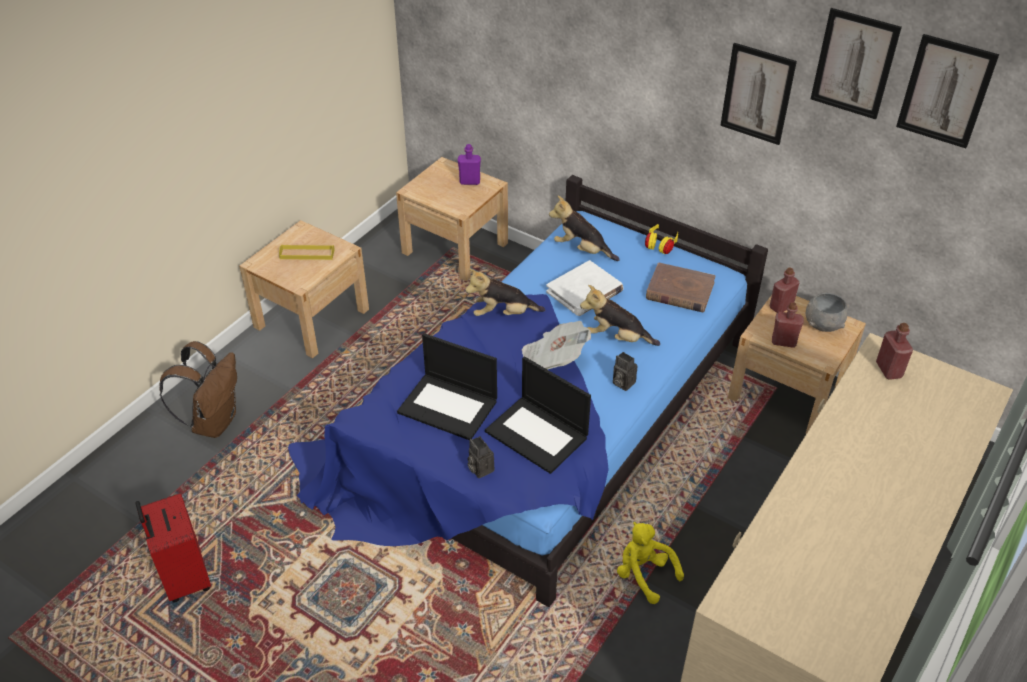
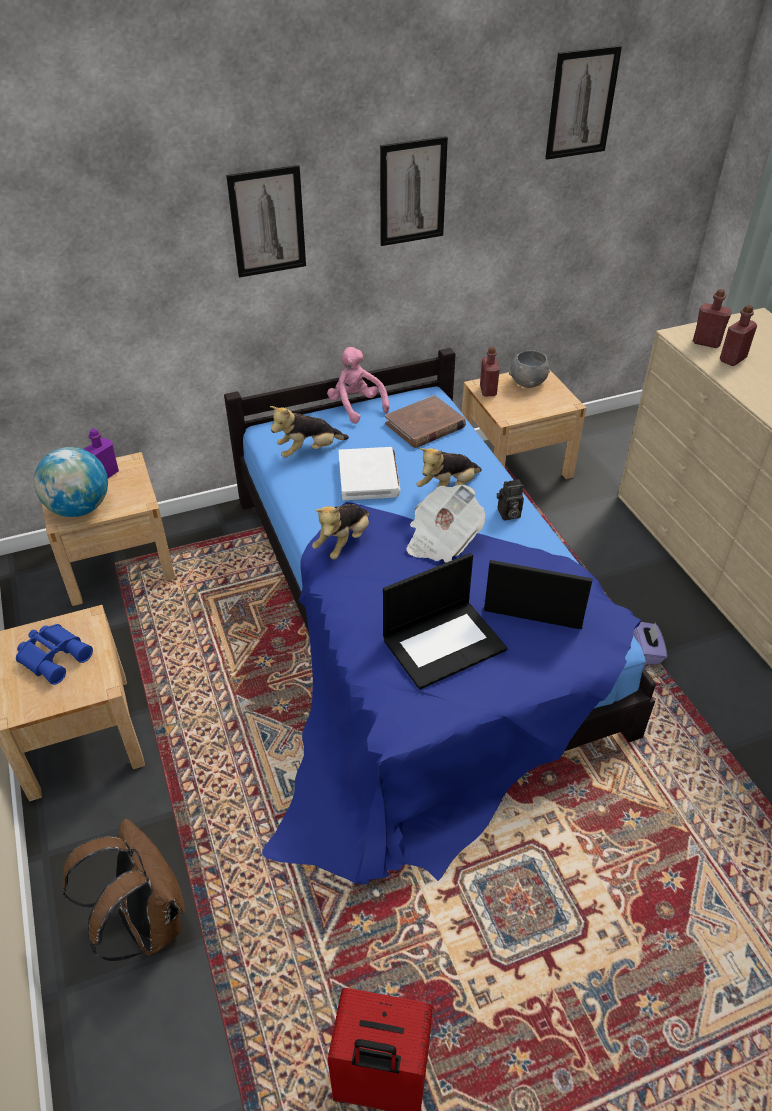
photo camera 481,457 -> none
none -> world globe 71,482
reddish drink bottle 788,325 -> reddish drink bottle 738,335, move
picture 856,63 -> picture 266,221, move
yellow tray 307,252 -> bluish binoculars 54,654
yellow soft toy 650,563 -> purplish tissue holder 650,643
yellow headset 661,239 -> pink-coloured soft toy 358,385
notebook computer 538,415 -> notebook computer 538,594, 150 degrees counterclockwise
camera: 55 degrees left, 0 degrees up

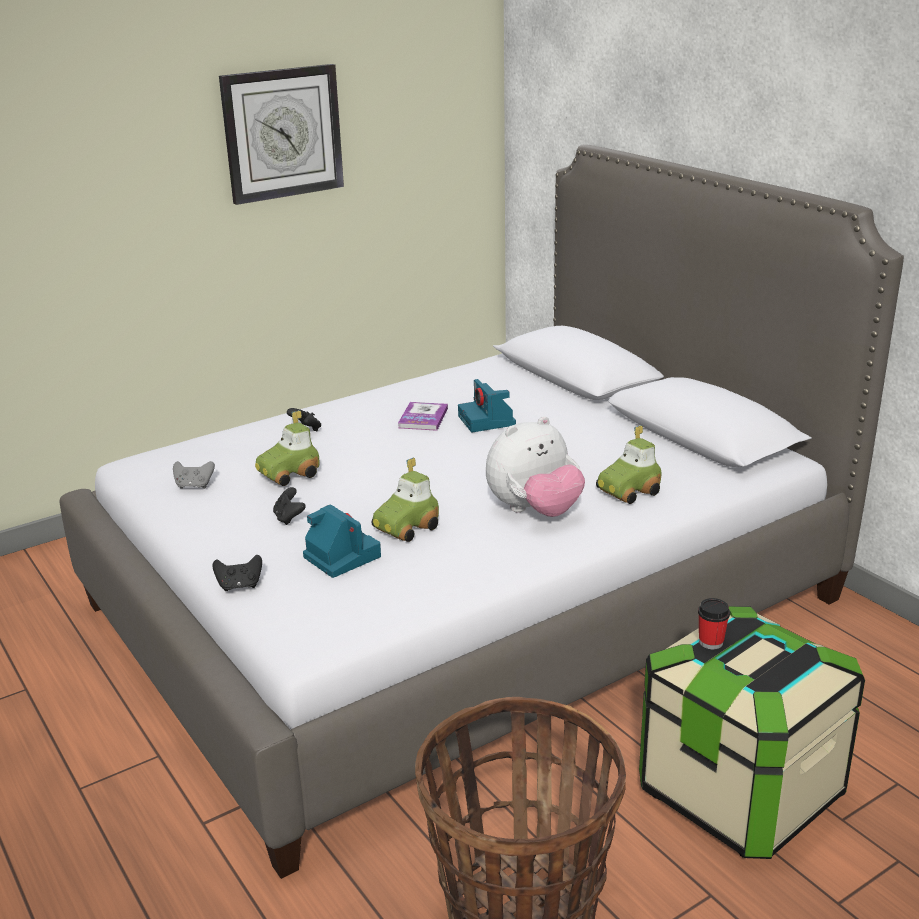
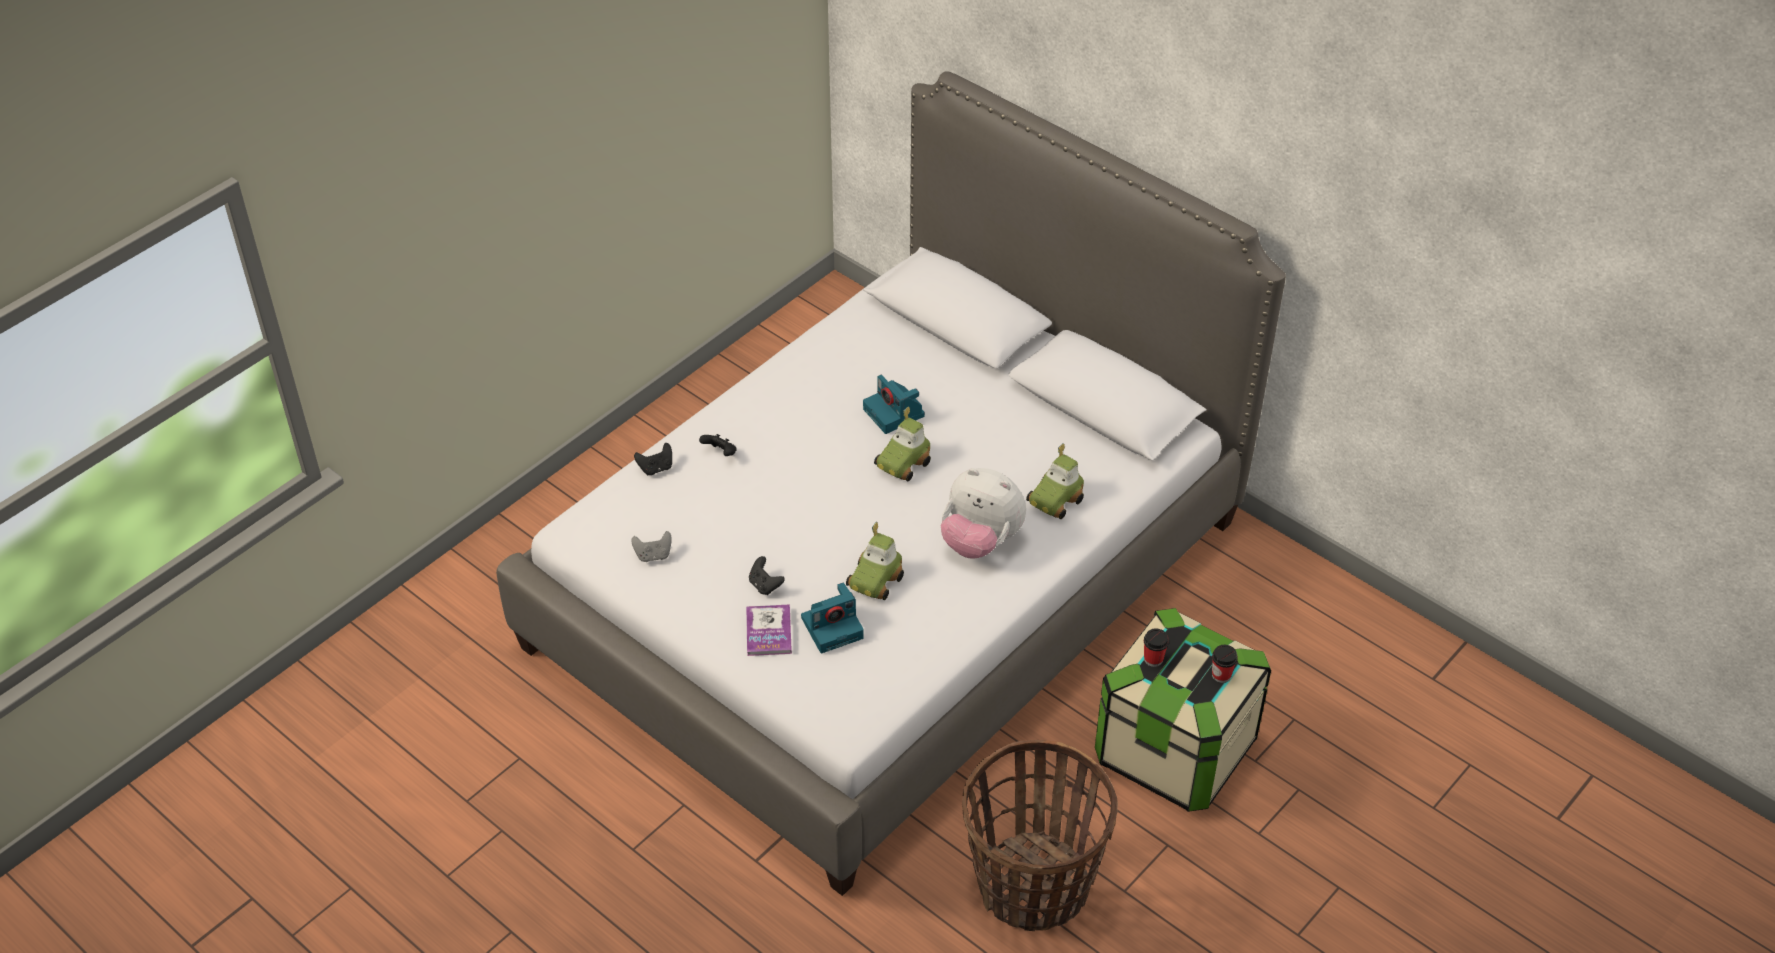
clock on the wall 281,134 -> none
none -> drinking cup 1225,664
blackish joypad 237,573 -> blackish joypad 653,459, move
miniature car 287,448 -> miniature car 902,444, move
volume 423,416 -> volume 769,630, move
photo camera 342,541 -> photo camera 832,618, 120 degrees clockwise
soft toy 535,466 -> soft toy 983,513, 75 degrees clockwise
camera: 15 degrees left, 20 degrees up

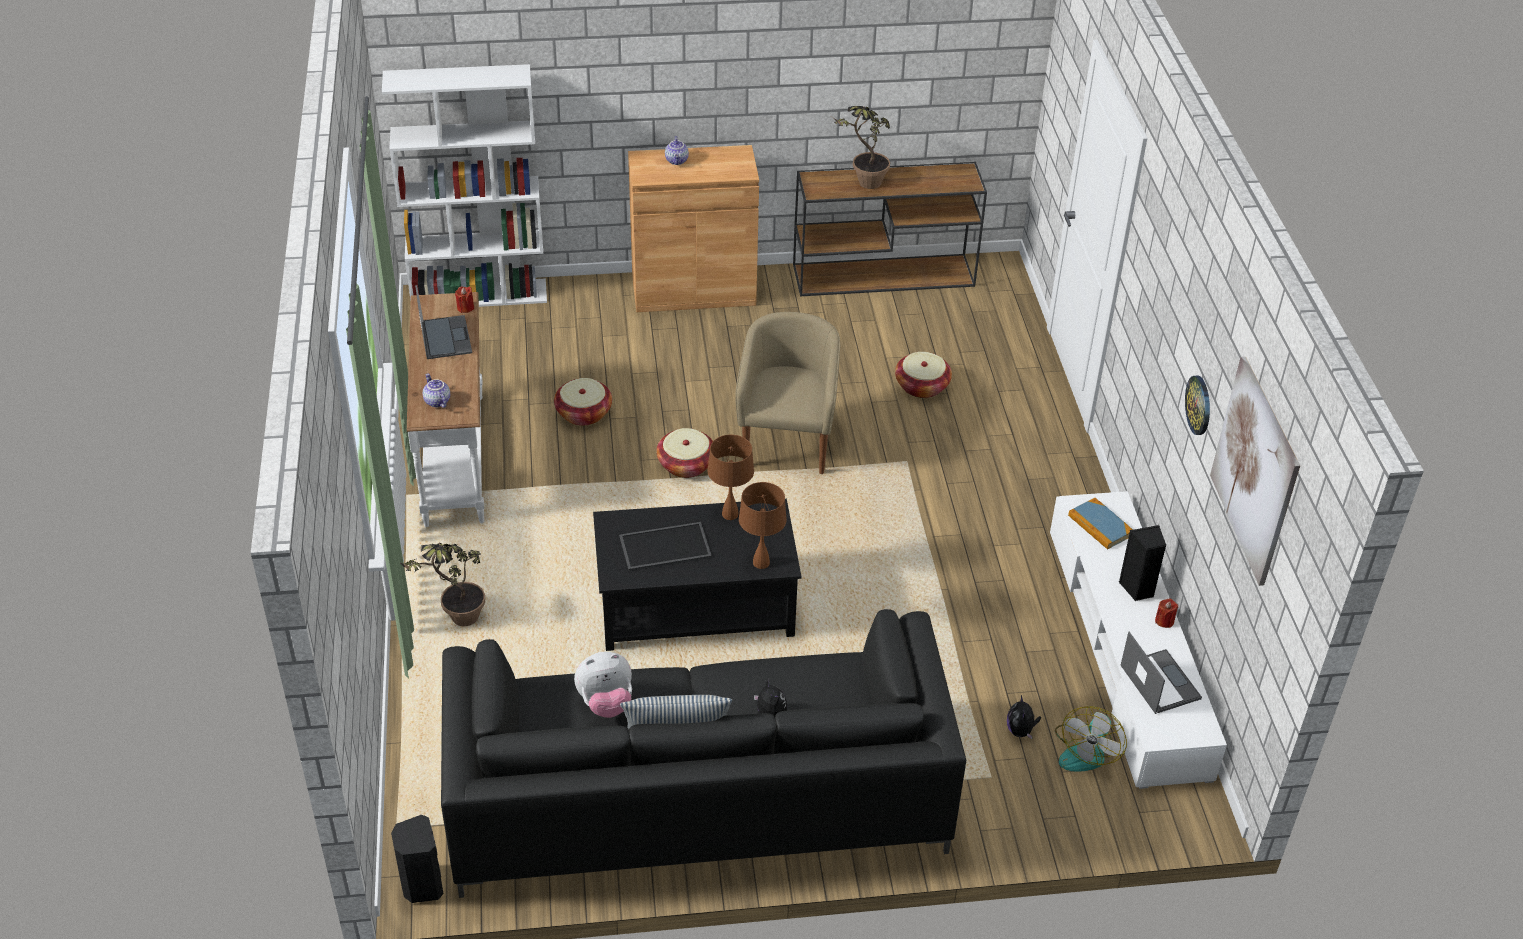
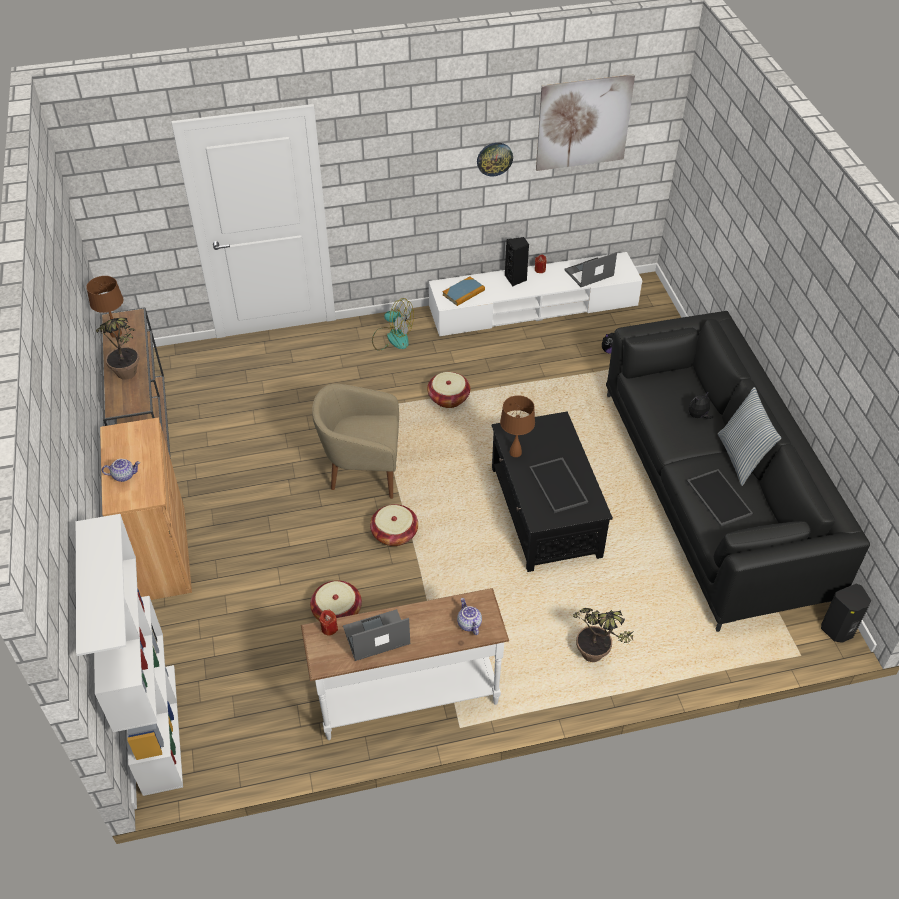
brownish lamp for a table 763,525 -> brownish lamp for a table 104,307, move
basket 923,375 -> basket 448,390, move
cooling fan 1091,739 -> cooling fan 393,324, move
soft toy 603,685 -> tray 720,498
tea pot 436,391 -> tea pot 469,616, 105 degrees clockwise
camera: 95 degrees left, 5 degrees up

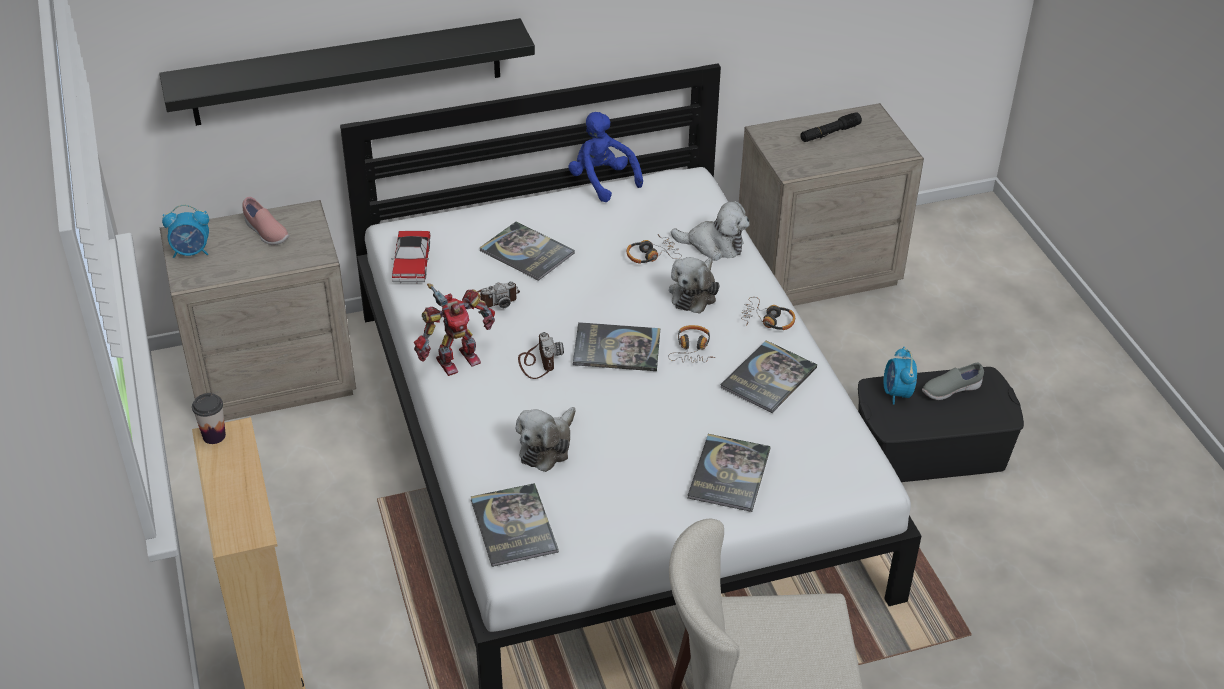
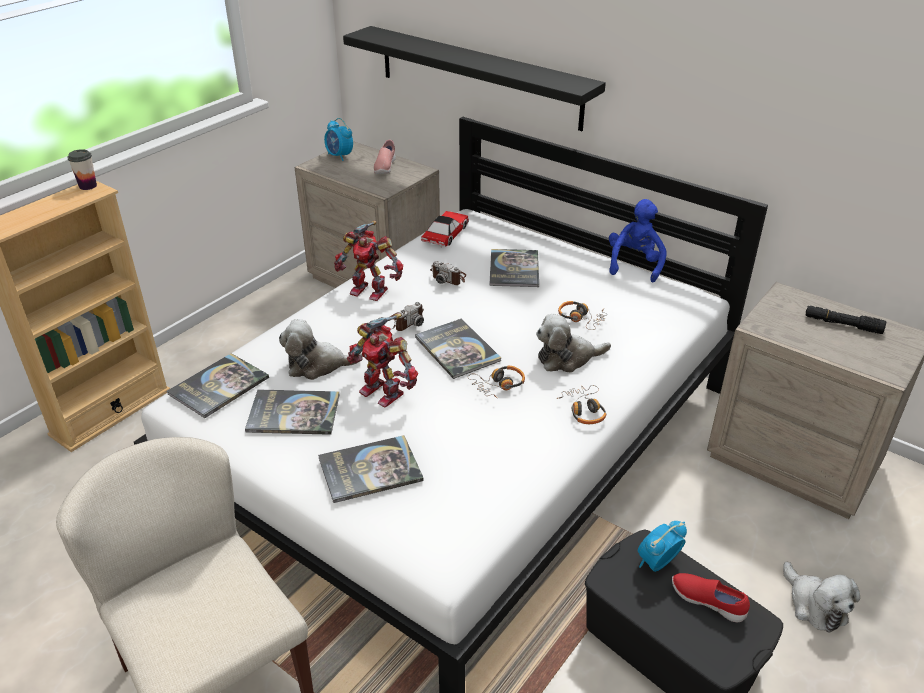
none -> robot figure 382,360
soft toy 710,231 -> soft toy 821,597, move
volume 768,376 -> volume 292,412, move
greyish low shoe 953,381 -> reddish low shoe 711,597
miniature car 410,257 -> miniature car 445,229, 150 degrees clockwise
camera: 55 degrees right, 5 degrees down

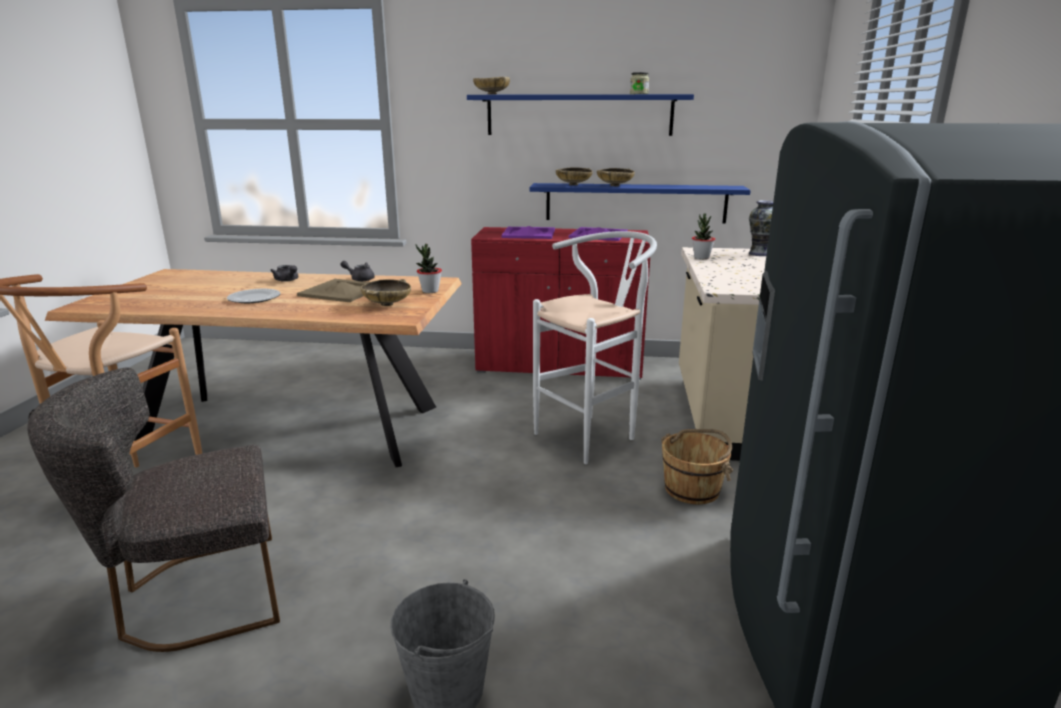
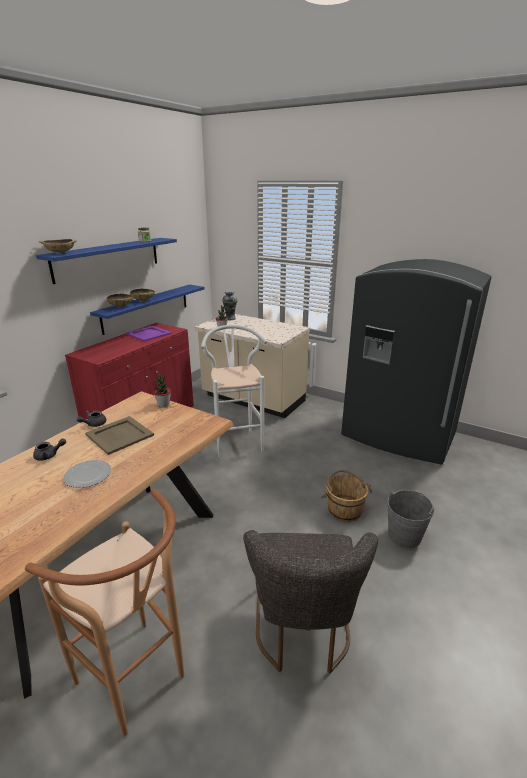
beige deep dish 385,292 -> none
purplish tray 528,232 -> none
brownish bucket 697,466 -> brownish bucket 346,496, move
camera: 65 degrees left, 5 degrees up

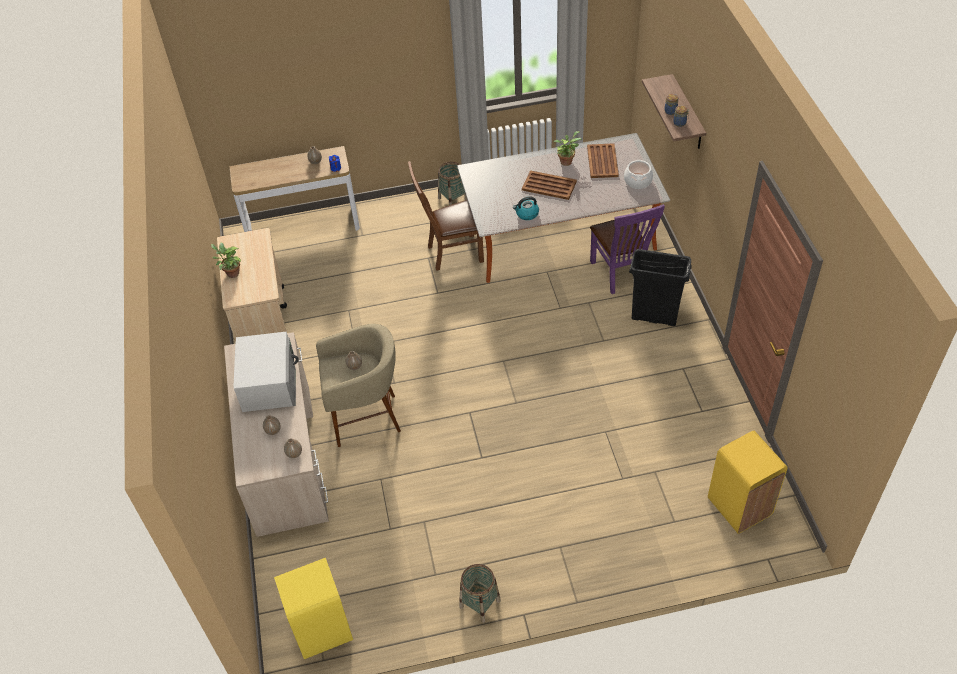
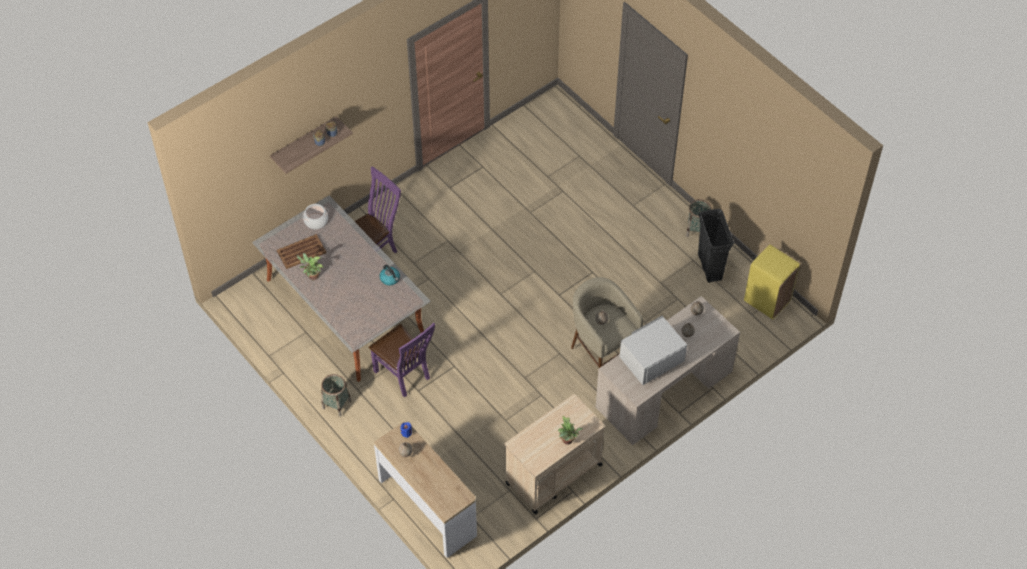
brownish tray 549,185 -> none
yellow waste bin 748,482 -> none
blackish waste bin 660,287 -> blackish waste bin 716,246, move
brownish plain chair 446,216 -> purplish plain chair 402,360
camera: 120 degrees left, 5 degrees up

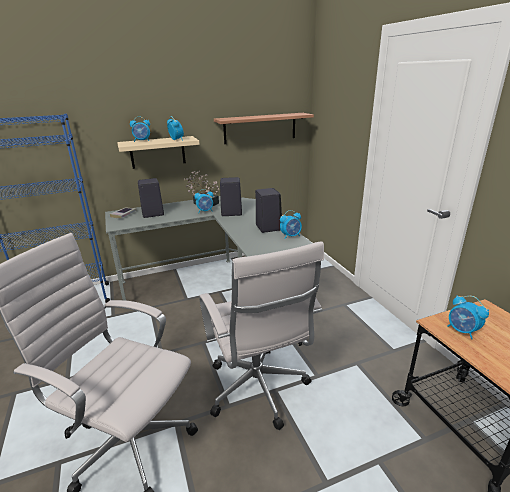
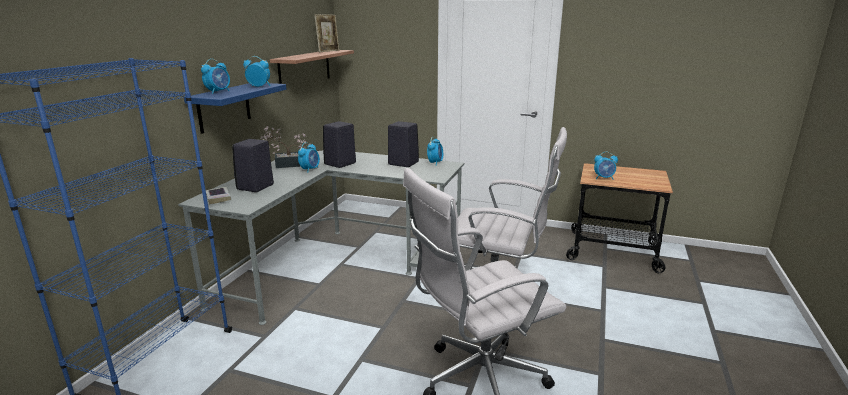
none -> standing frame 327,33
beige wall shelf 158,152 -> bluish wall shelf 235,108
camera: 50 degrees left, 5 degrees down

